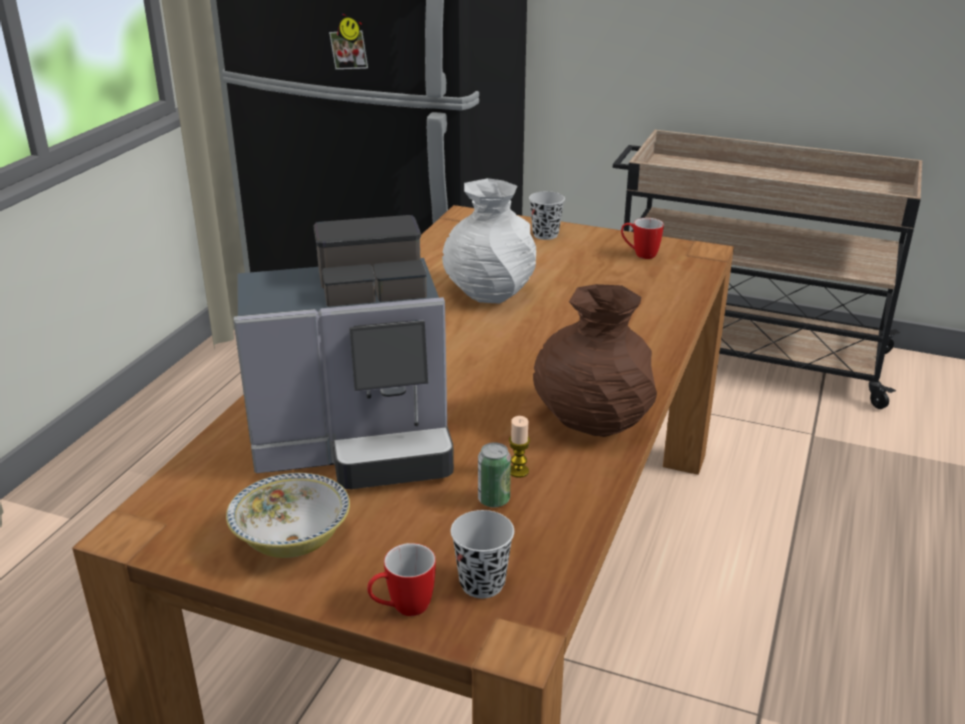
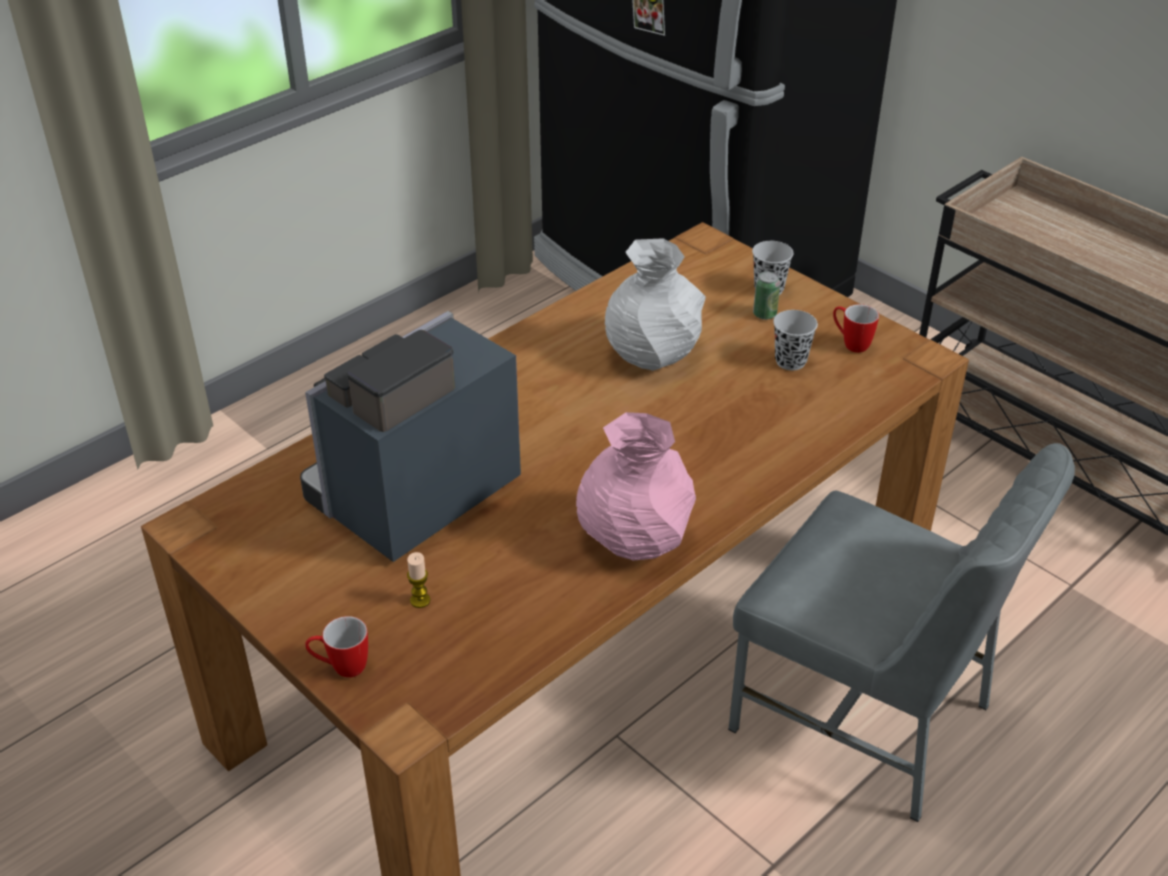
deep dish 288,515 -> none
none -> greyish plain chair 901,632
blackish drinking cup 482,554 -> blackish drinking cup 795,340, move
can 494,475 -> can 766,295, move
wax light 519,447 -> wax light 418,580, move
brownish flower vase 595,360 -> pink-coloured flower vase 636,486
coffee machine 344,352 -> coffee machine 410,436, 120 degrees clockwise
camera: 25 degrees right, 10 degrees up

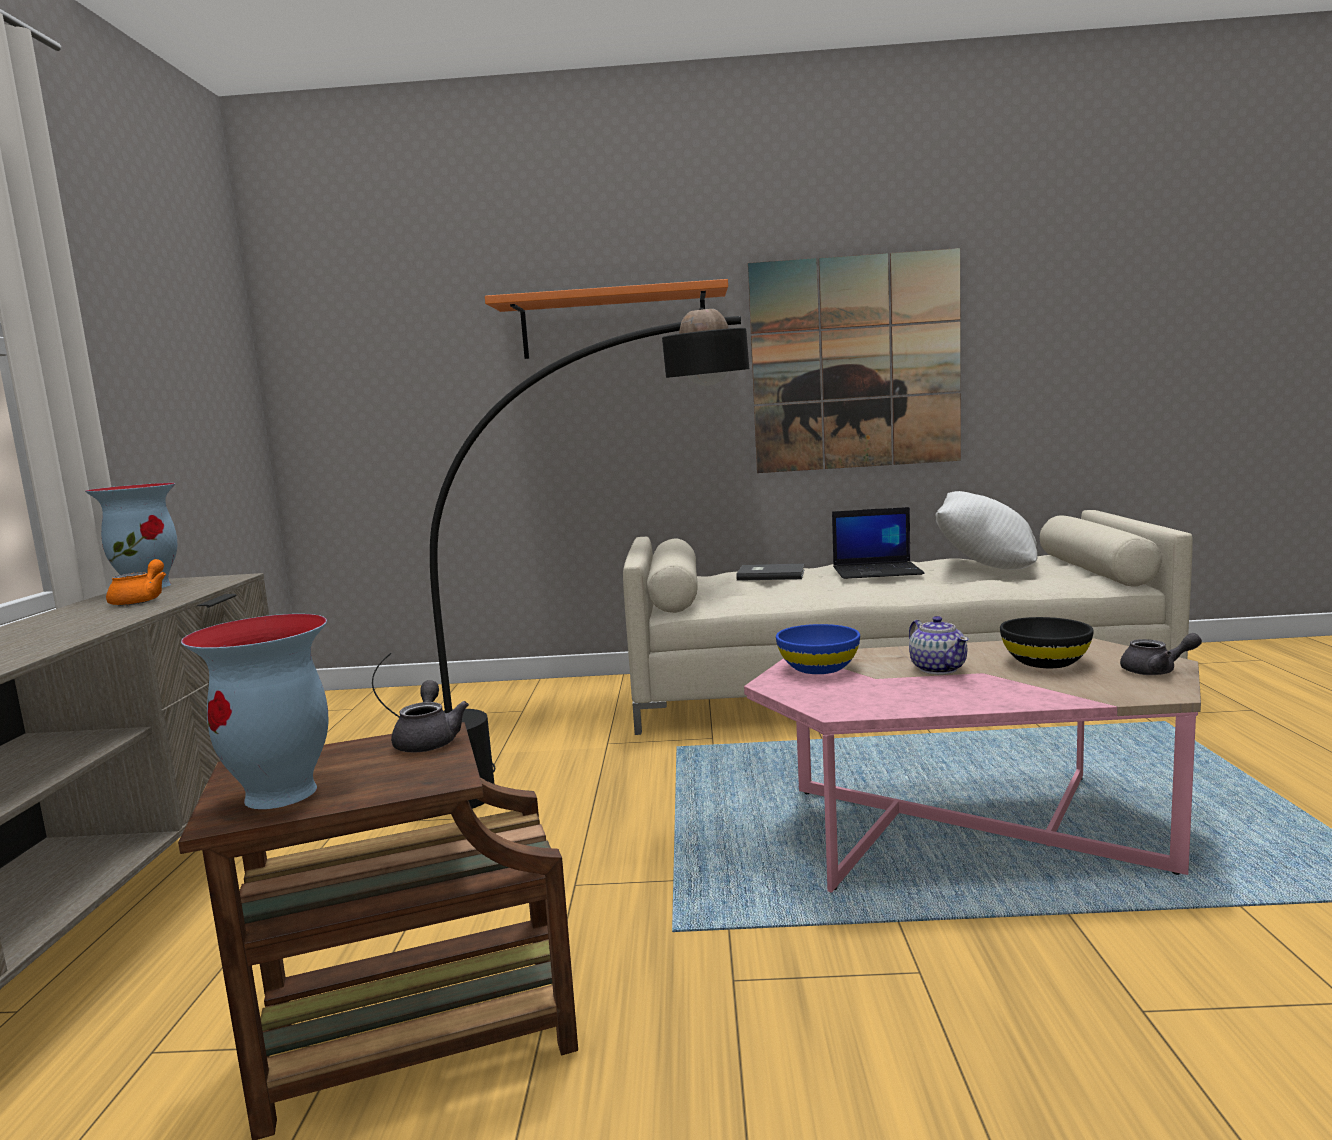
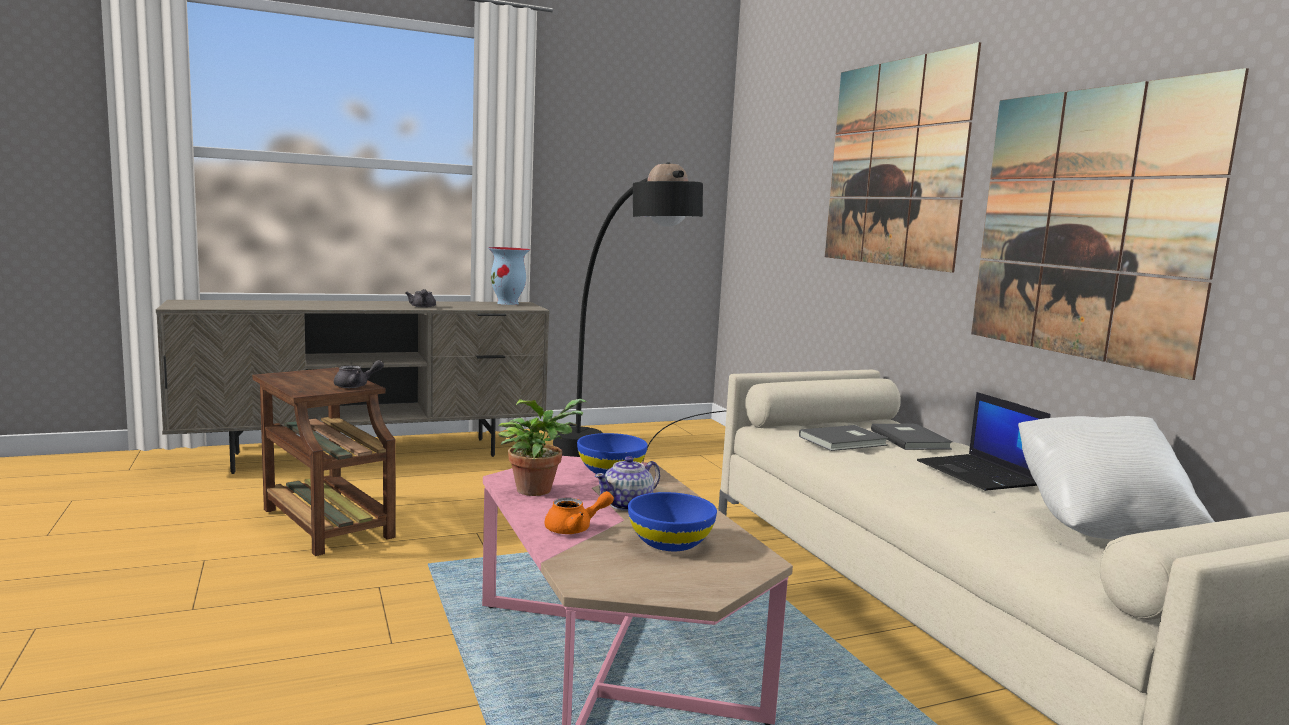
flower vase 255,711 -> none
none -> plant in a pot 542,447
none -> greyish volume 843,438
orange-coloured tea pot 136,582 -> orange-coloured tea pot 579,512, move
greyish tea pot 1161,654 -> greyish tea pot 420,298, move
orange-coloured wall shelf 606,319 -> picture 903,157
blackish deep dish 1047,642 -> bluish deep dish 672,521
camera: 65 degrees right, 0 degrees up

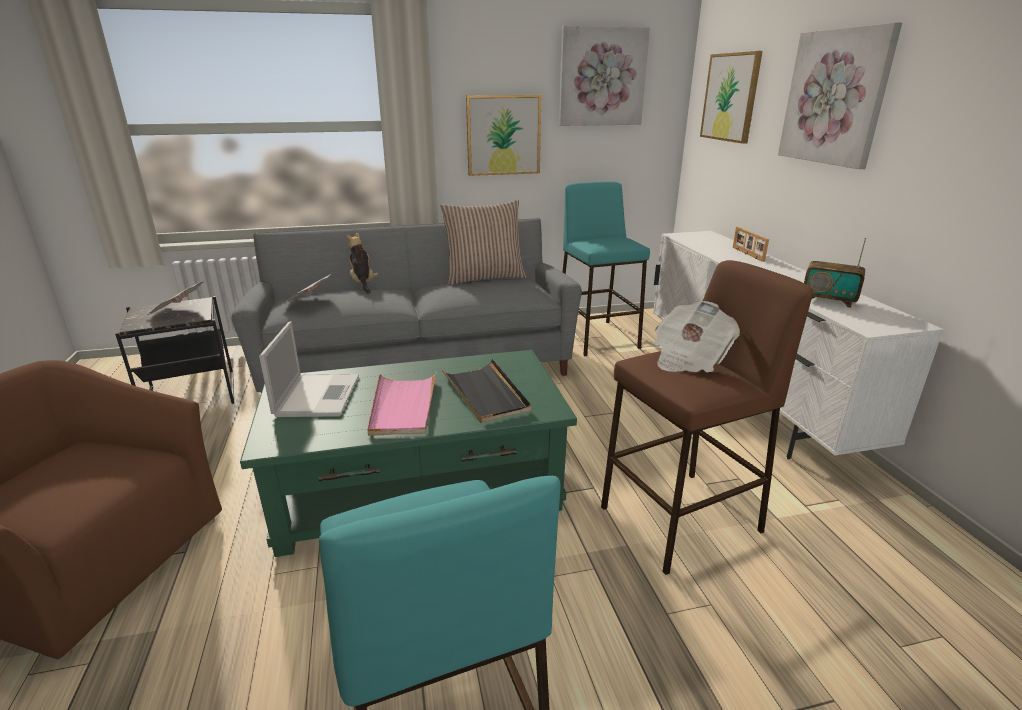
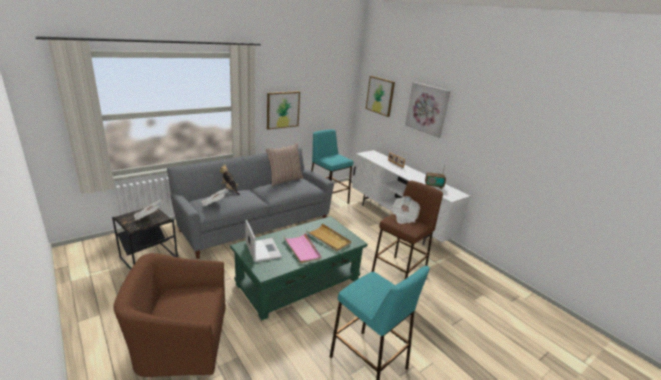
picture 604,76 -> none
blackish tray 486,391 -> beige tray 328,237
camera: 25 degrees left, 0 degrees up

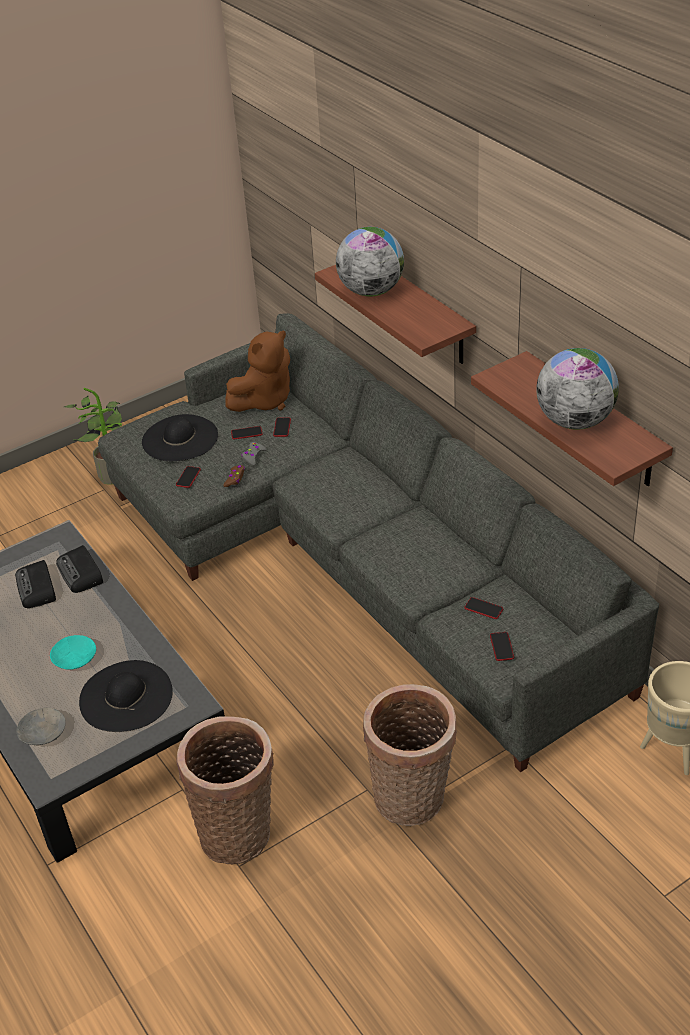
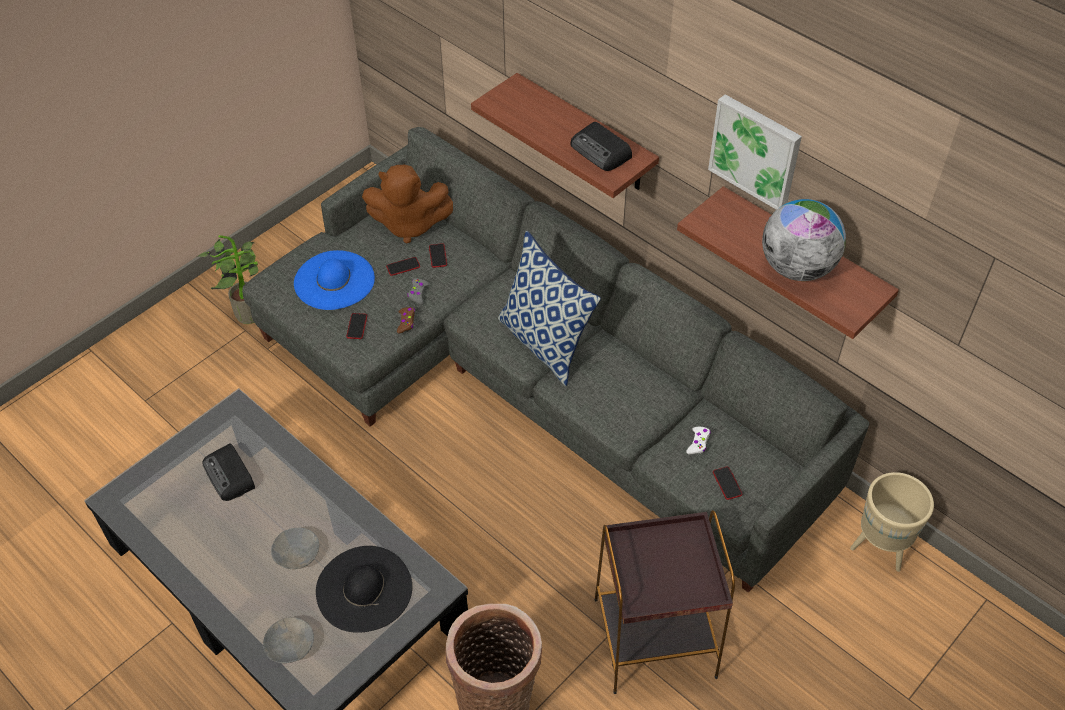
world globe 370,262 -> none
none -> cushion 549,308
none -> picture 755,152
radio set 79,569 -> radio set 601,146, move
basket 410,755 -> brownish accent table 665,602
handset 483,608 -> white joypad 698,440
turquoise deep dish 73,652 -> greyish deep dish 295,548
blackish hat 180,437 -> bluish hat 334,280
brownish soft toy 257,371 -> brownish soft toy 407,204, 60 degrees clockwise
camera: 15 degrees left, 10 degrees up

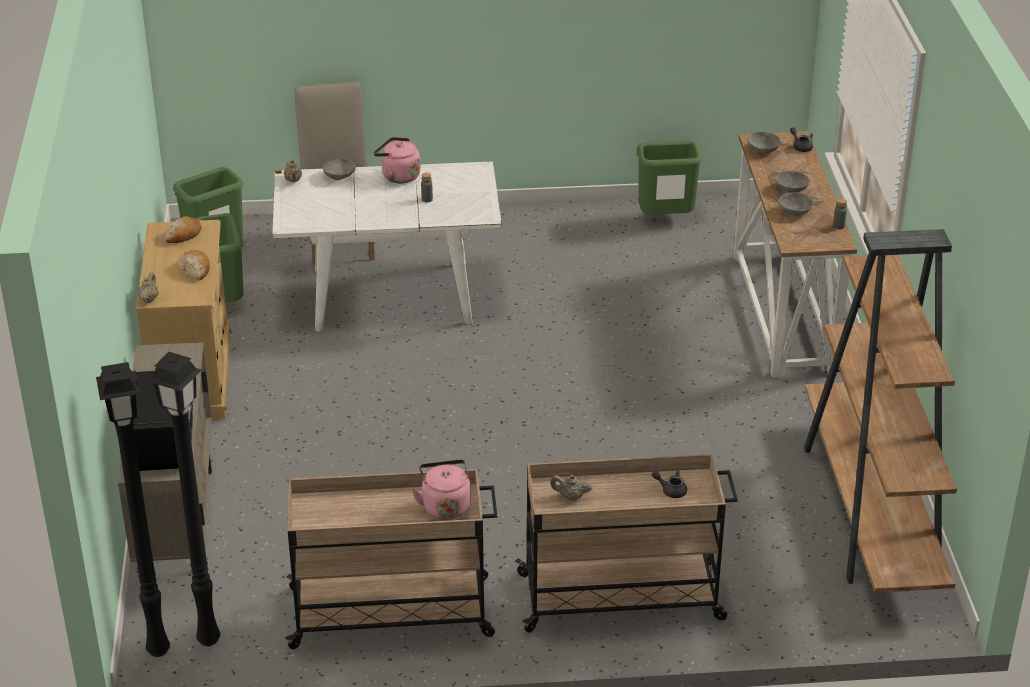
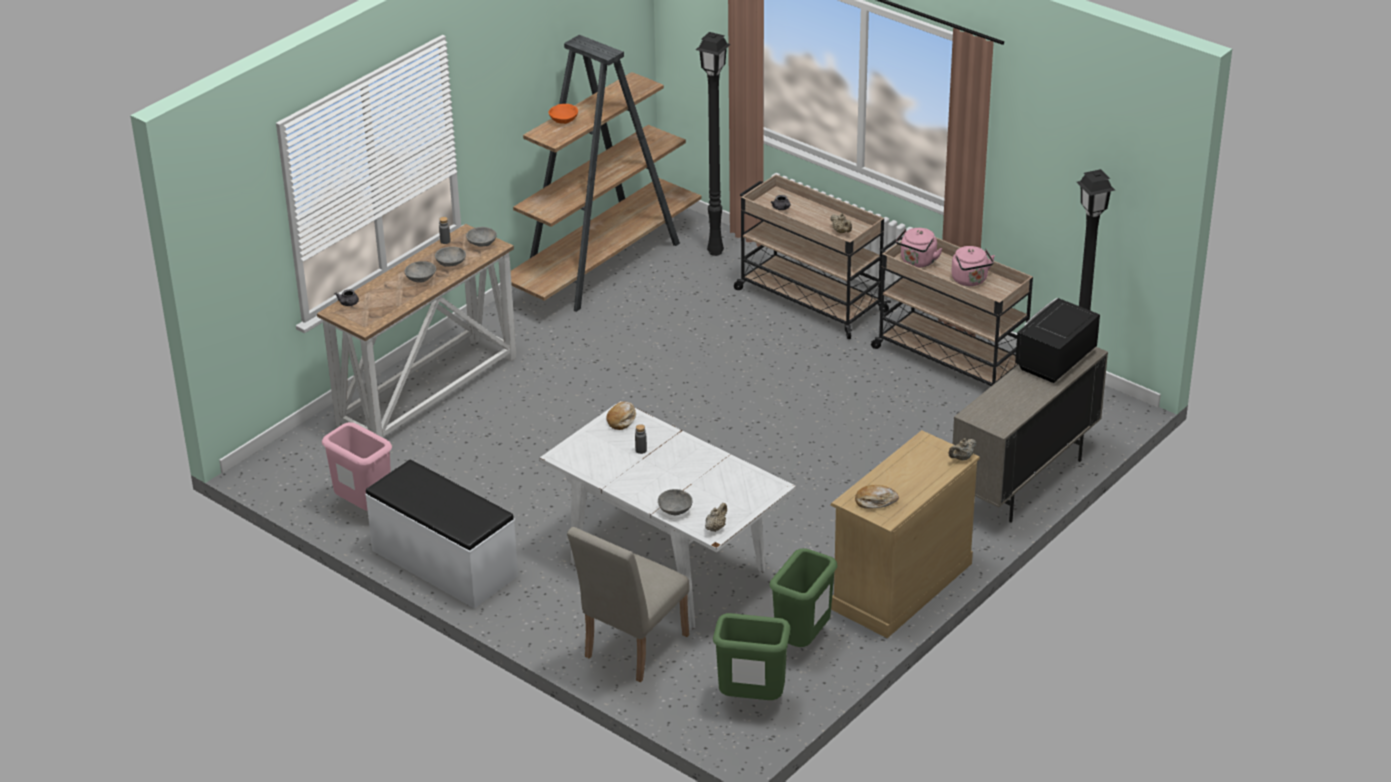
none -> white indoor bench 441,534
none -> orange-coloured deep dish 563,114
blackish standard lamp 133,509 -> blackish standard lamp 713,144, move
baked bread 194,265 -> baked bread 621,416, move
pink-coloured water kettle 397,160 -> pink-coloured water kettle 973,266, move
greyish deep dish 764,143 -> greyish deep dish 481,237, move
green waste bin 669,177 -> pink-coloured waste bin 357,466
camera: 135 degrees left, 0 degrees up

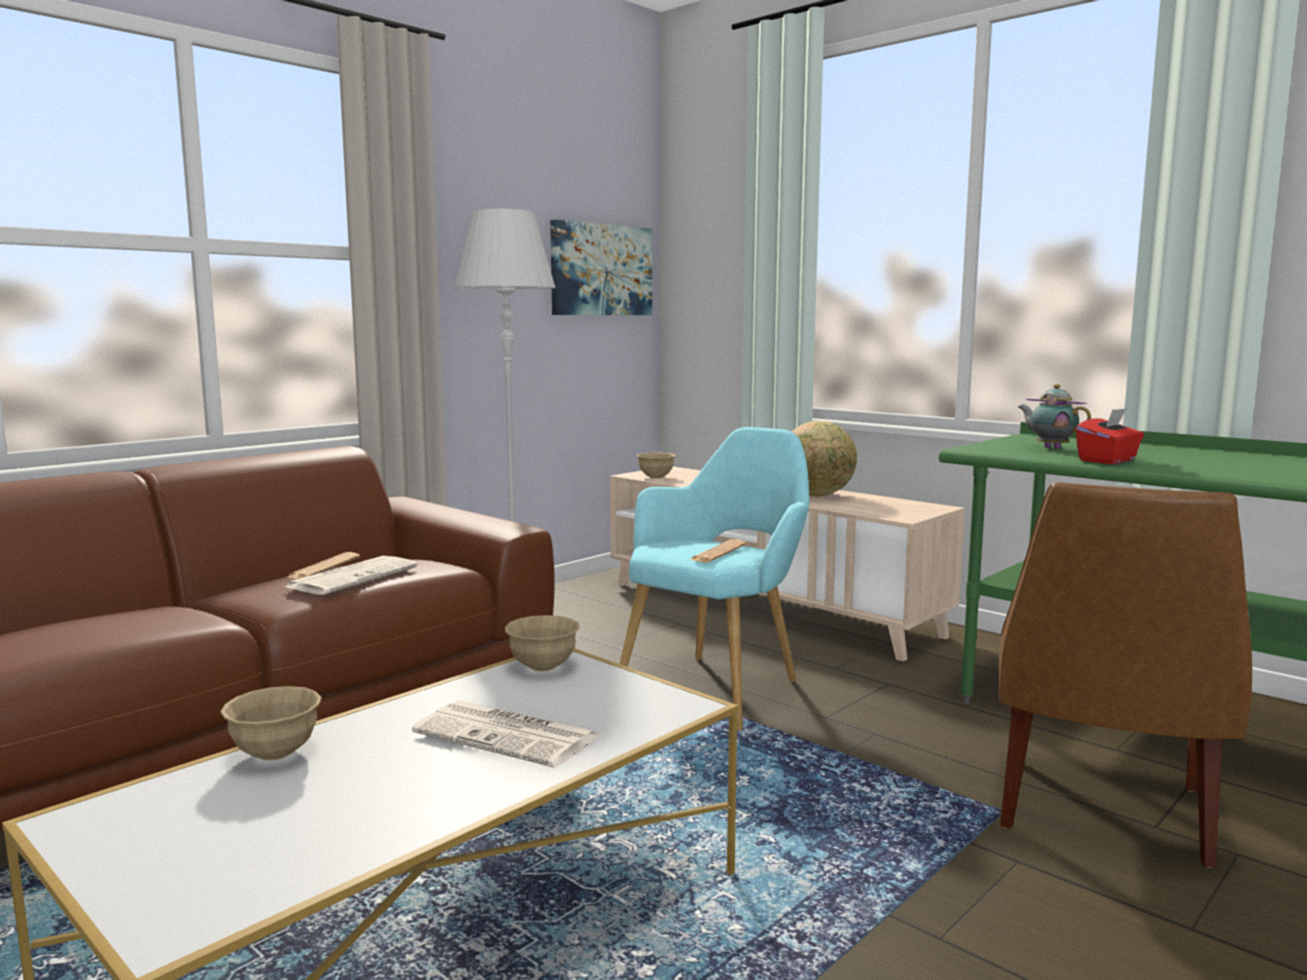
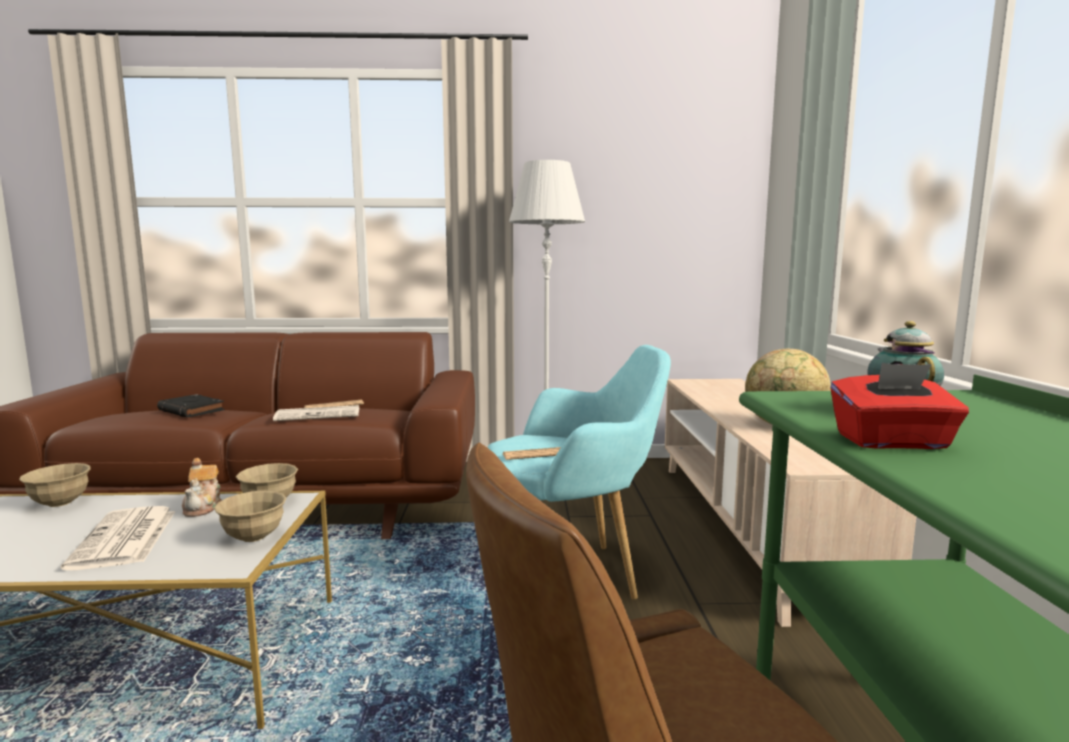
picture 601,267 -> none
none -> blackish volume 191,406
none -> tea pot 202,487
beige deep dish 656,466 -> beige deep dish 250,516, move
camera: 45 degrees right, 0 degrees up

